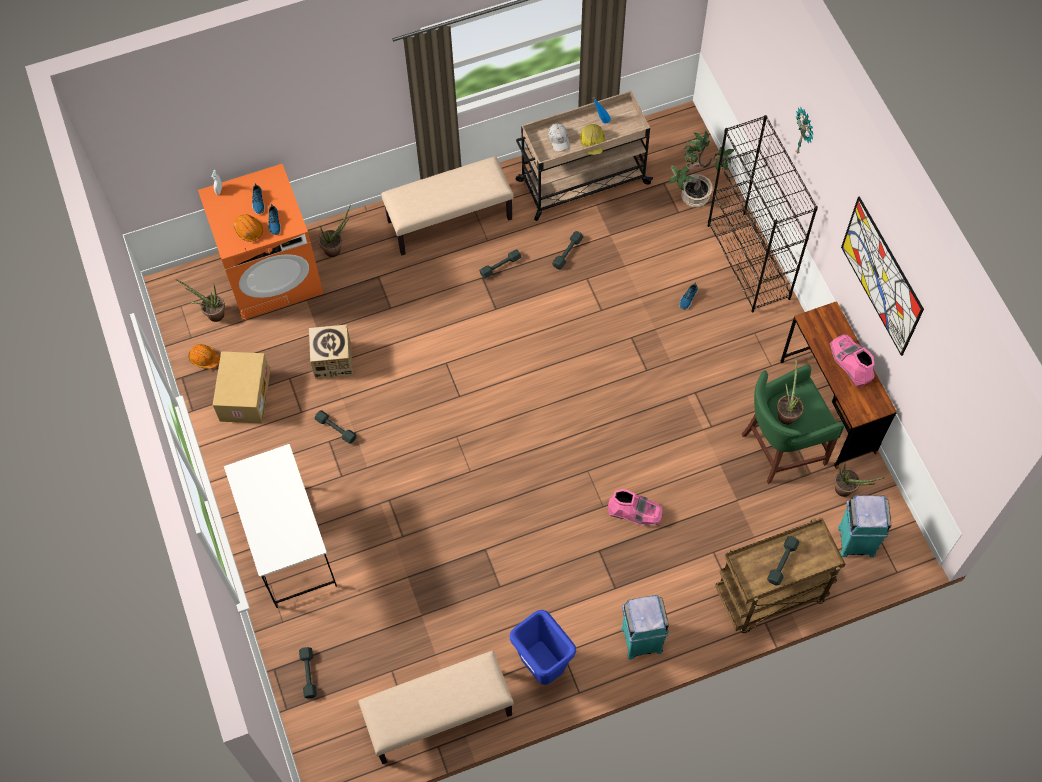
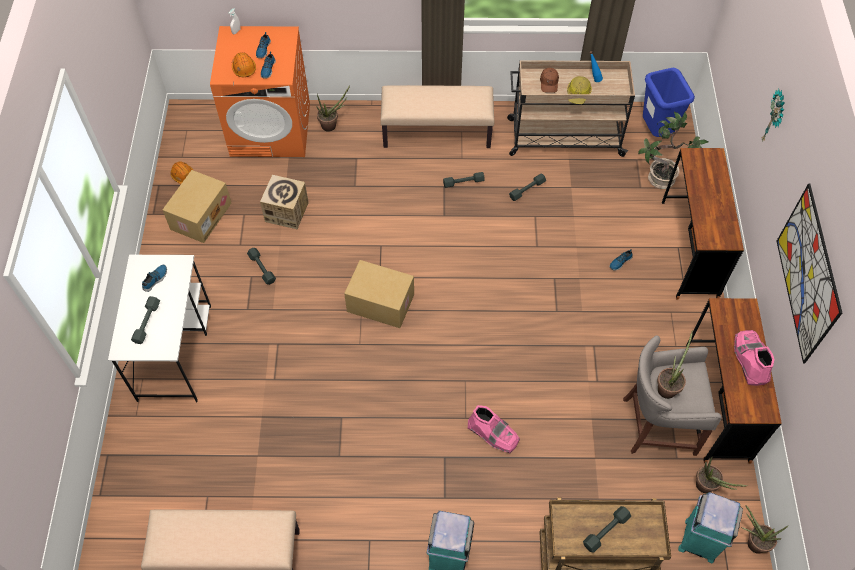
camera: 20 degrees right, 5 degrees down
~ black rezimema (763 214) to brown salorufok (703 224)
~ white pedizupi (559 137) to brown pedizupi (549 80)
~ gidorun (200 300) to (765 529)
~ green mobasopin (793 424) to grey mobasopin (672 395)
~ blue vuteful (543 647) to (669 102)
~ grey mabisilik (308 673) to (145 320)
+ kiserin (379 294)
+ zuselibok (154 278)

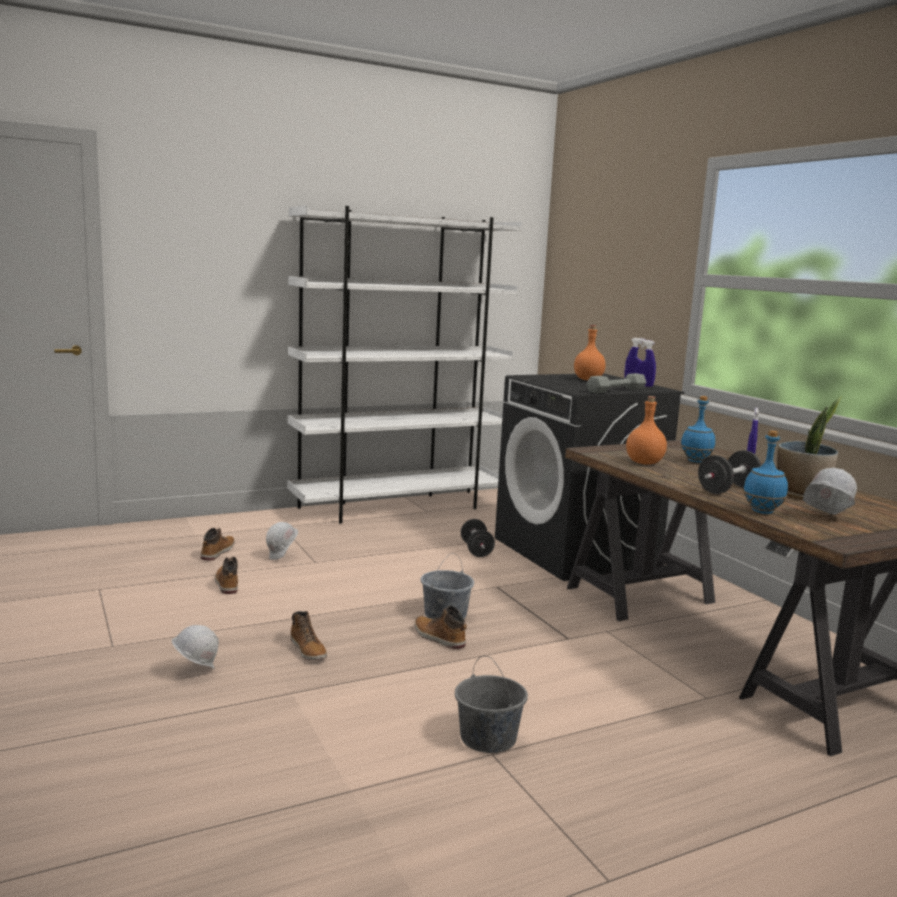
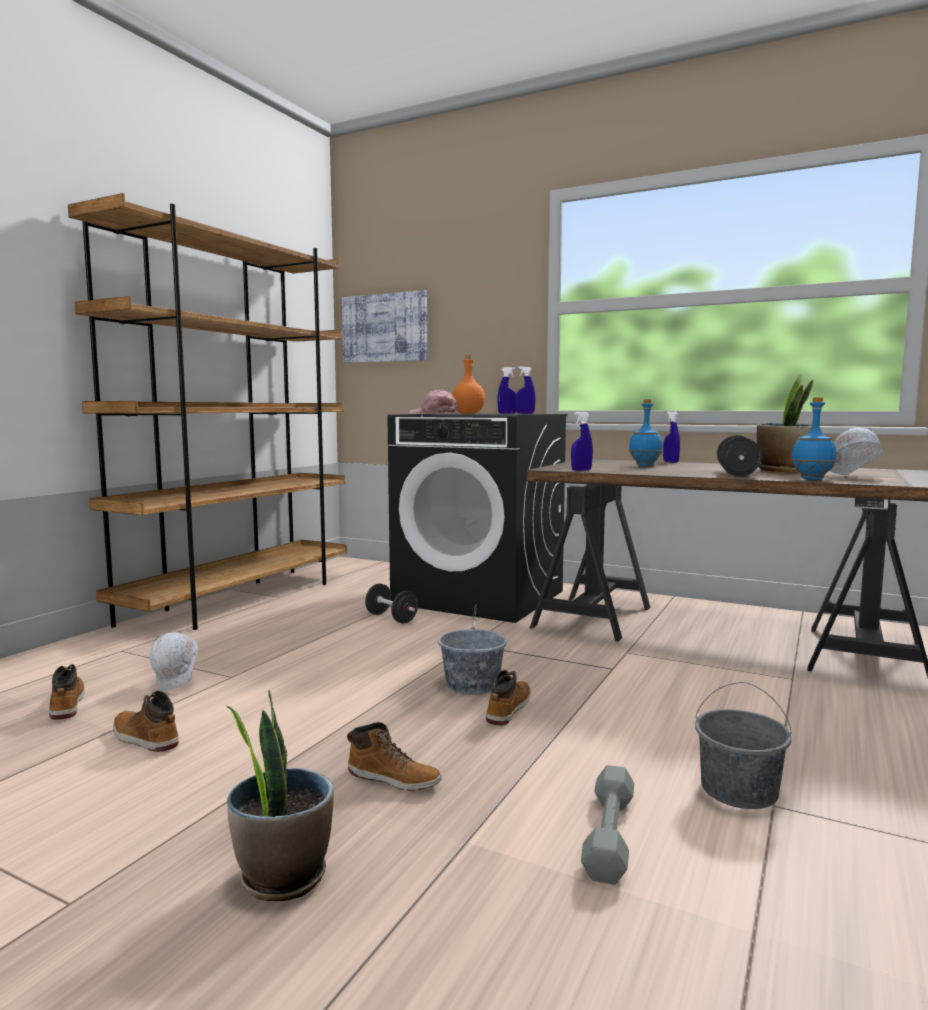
camera: 35 degrees left, 5 degrees down
~ white rezimema (405 364) to brown rezimema (207 411)
~ grey mabisilik (616 383) to (607 825)
- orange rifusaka (646 430)
~ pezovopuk (440 627) = (508 698) 105 degrees clockwise
~ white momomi (195 647) to gidorun (280 795)
+ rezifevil (384 326)
+ pink pedizupi (433 401)
+ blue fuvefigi (582 441)

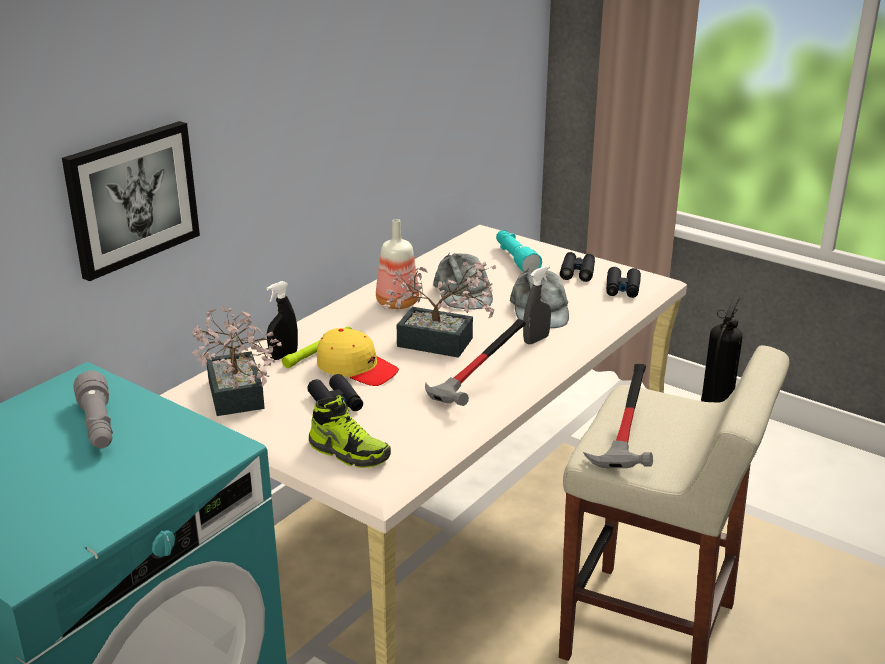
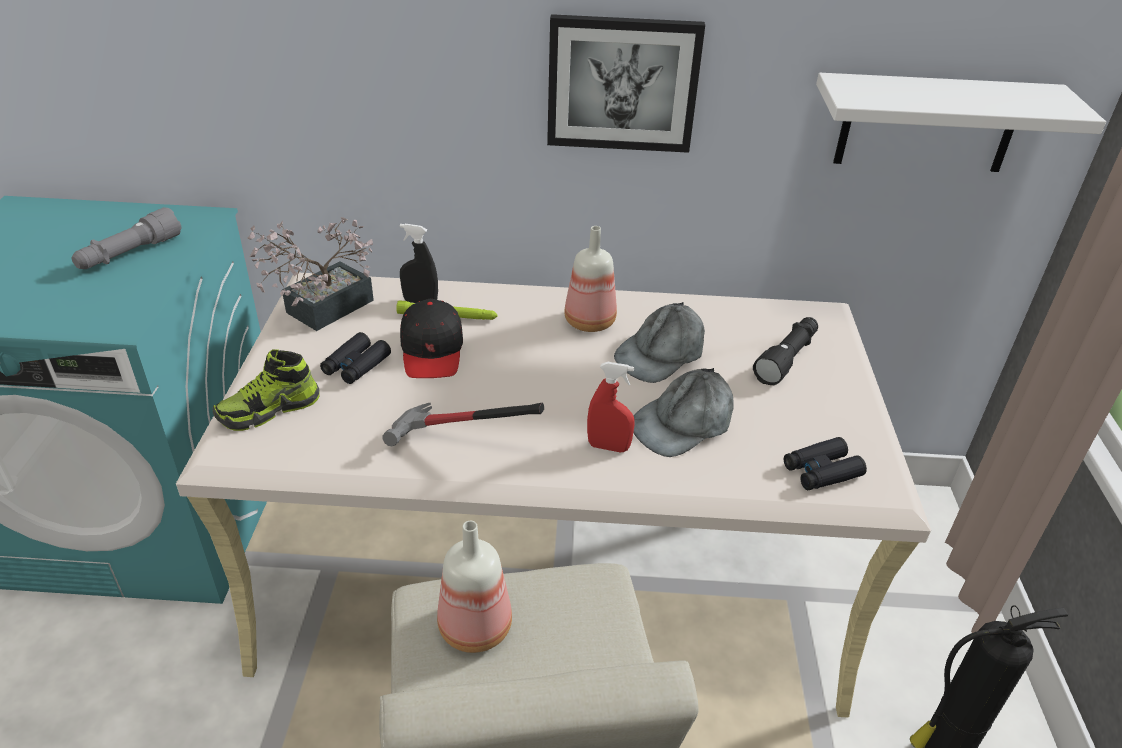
camera: 55 degrees right, 10 degrees up
~ rezifevil (131 201) to (626 83)
~ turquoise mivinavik (519 251) to black mivinavik (785 351)
- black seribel (577 267)
- gidorun (439 309)
~ grey fuvefigi (537 305) to red fuvefigi (611 407)
~ yellow pedizupi (358 357) to black pedizupi (431 338)
~ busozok (618 416) to rifusaka (474 587)
~ zuselibok (350 431) = (266 390) 60 degrees clockwise
+ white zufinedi (961 122)

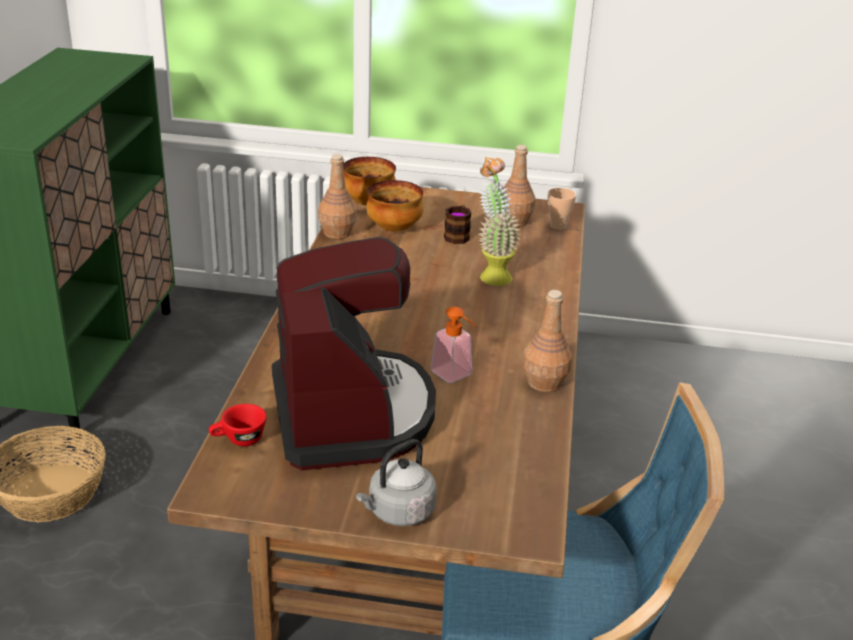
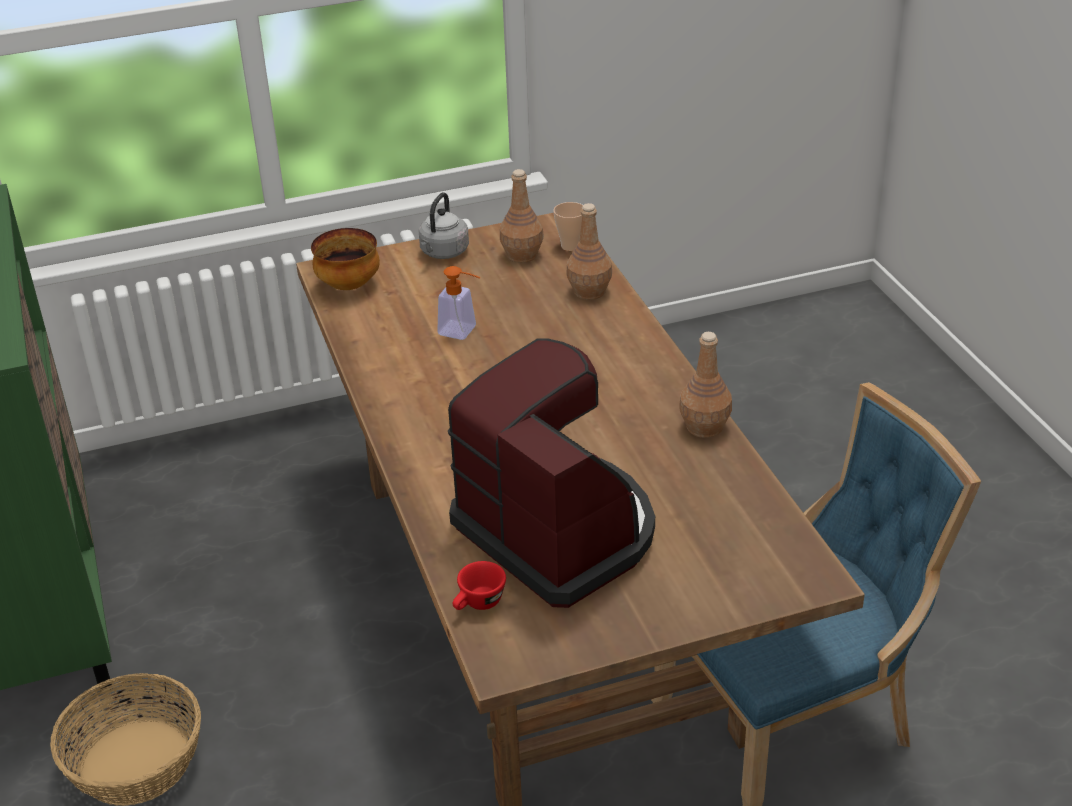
camera: 25 degrees left, 5 degrees up
~ brown rifusaka (337 196) to (589 251)
- gidorun (500 221)
- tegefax (394 206)
- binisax (457 224)
~ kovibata (453 345) to (459 303)
~ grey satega (396 482) to (444 225)

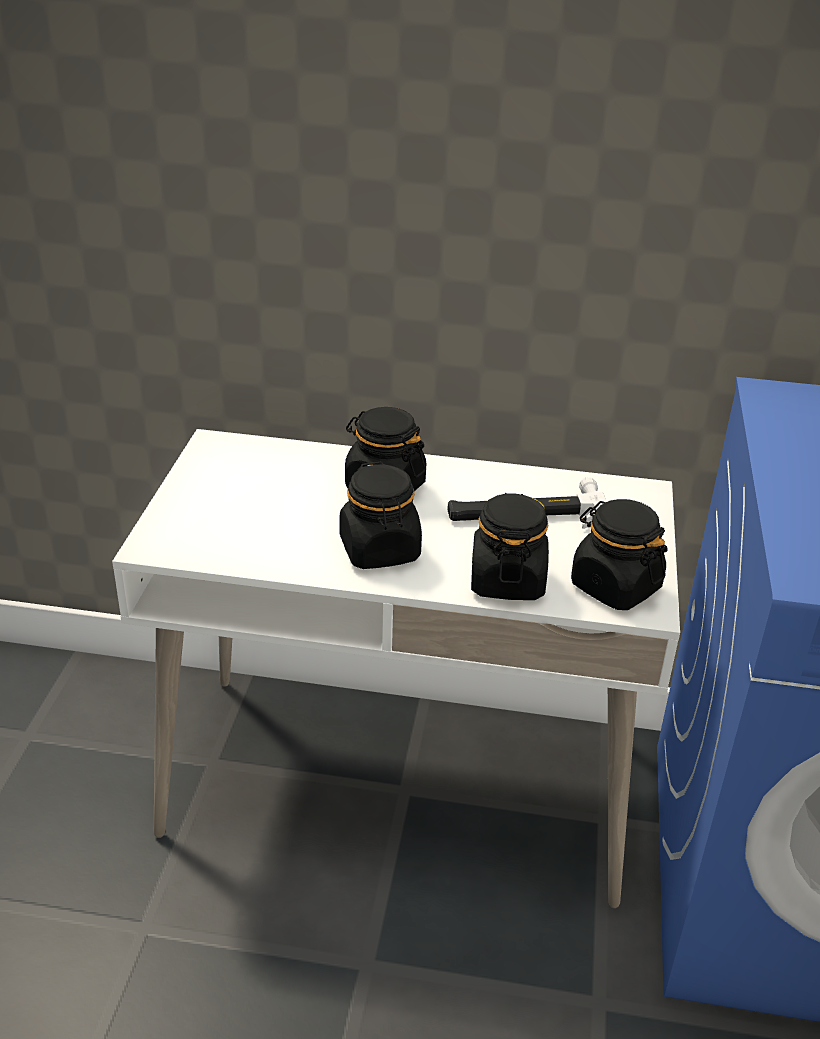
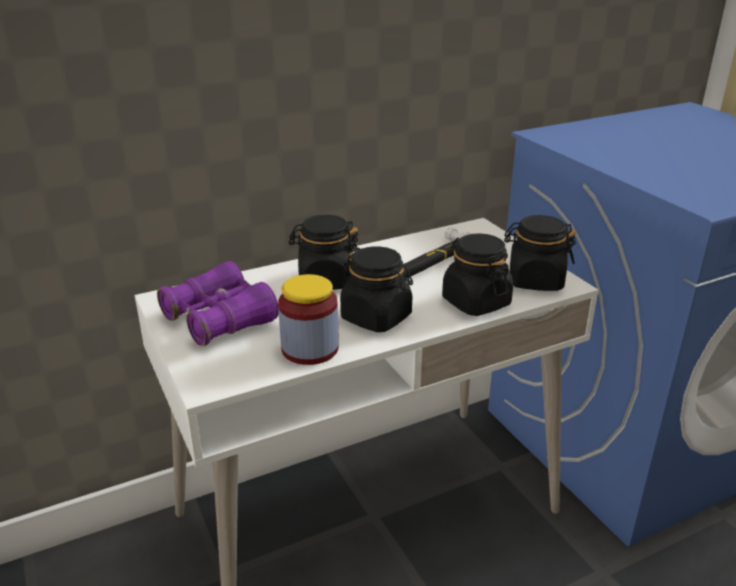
camera: 35 degrees left, 5 degrees down
+ purple seribel (218 303)
+ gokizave (308 319)

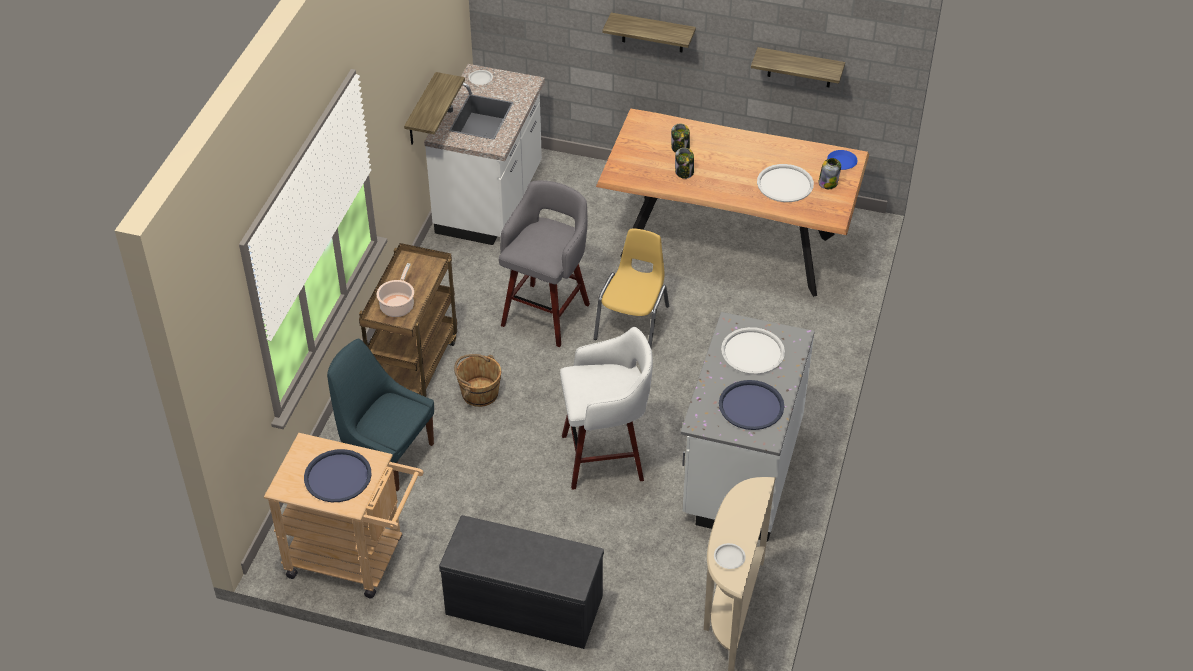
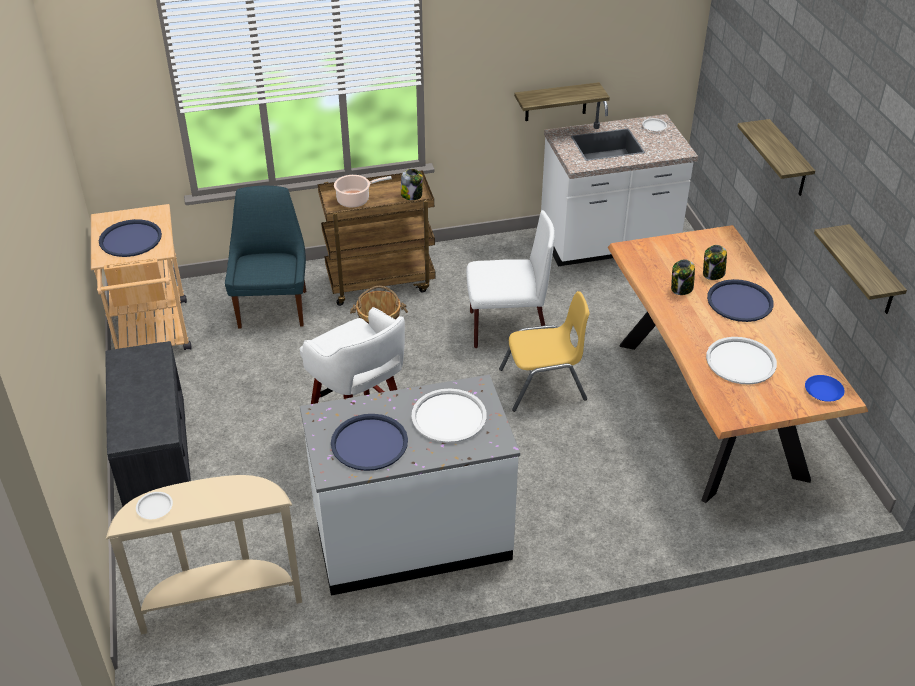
camera: 60 degrees right, 5 degrees down
~ gokizave (829 173) to (412 184)
~ grey mobasopin (544 263) to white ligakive (510 279)
+ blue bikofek (740 300)

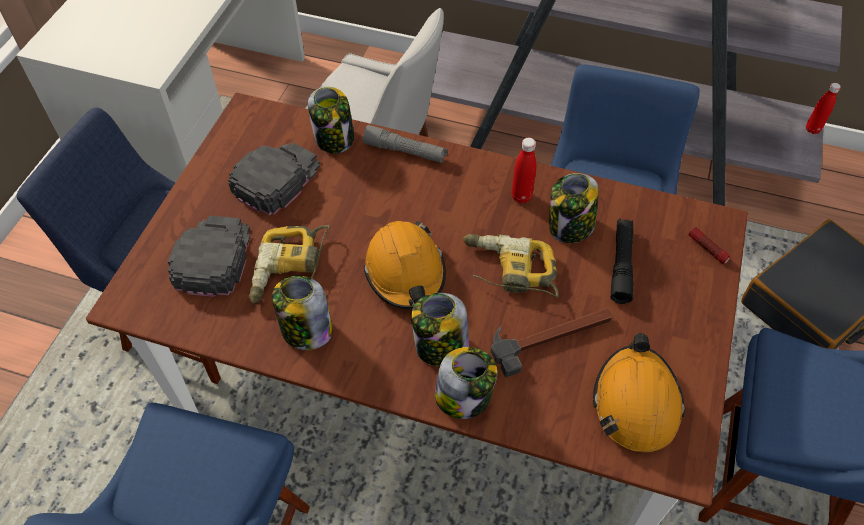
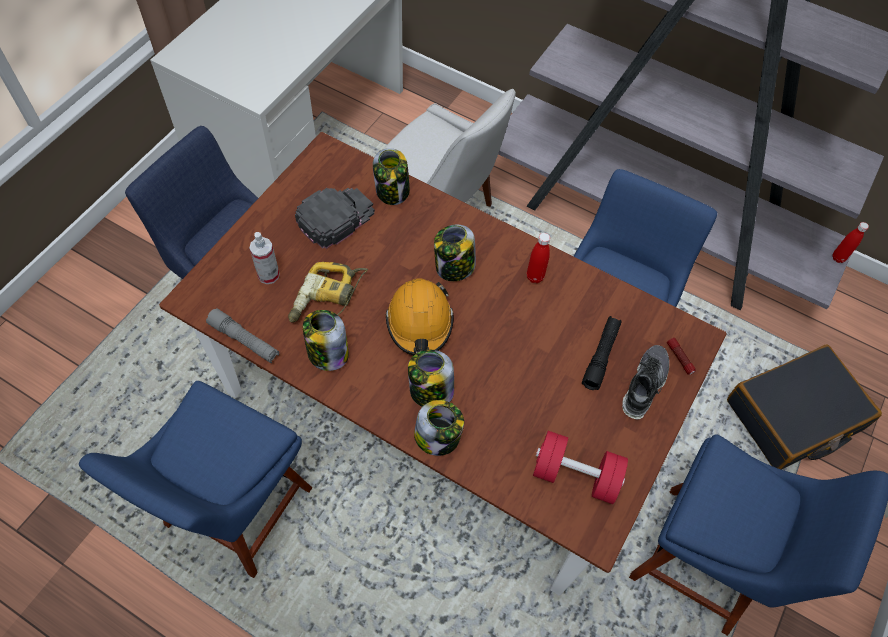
camera: 10 degrees right, 5 degrees up
~ grey mivinavik (405 144) to (242 335)
~ gokizave (574 208) to (455 253)
~ black pedizupi (209 256) to fuvefigi (264 258)
- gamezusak (511 265)
- busozok (551 342)
~ orange momomi (639 392) to red mabisilik (580 467)
+ zuselibok (645 382)

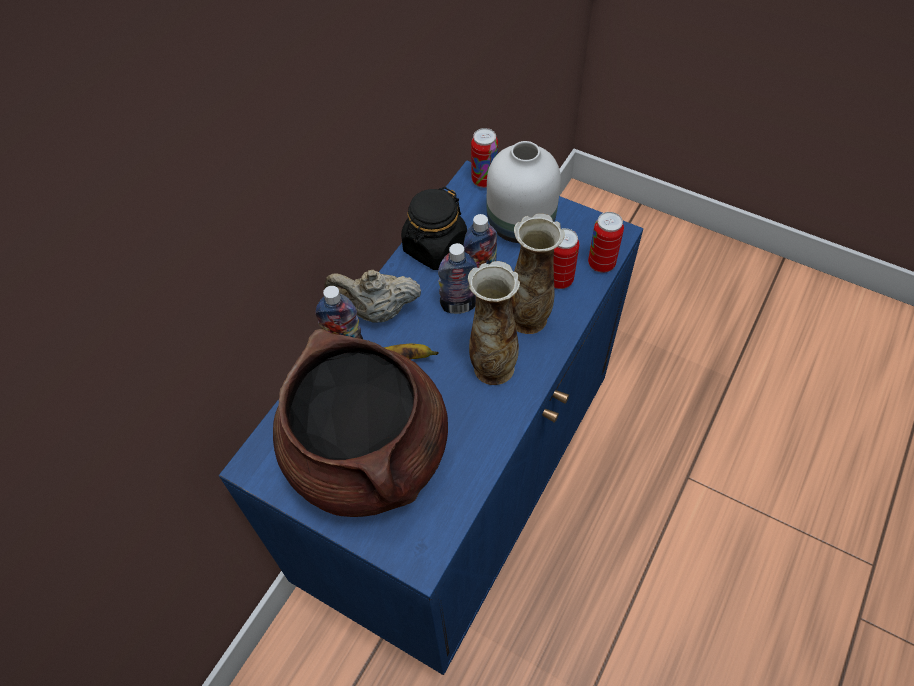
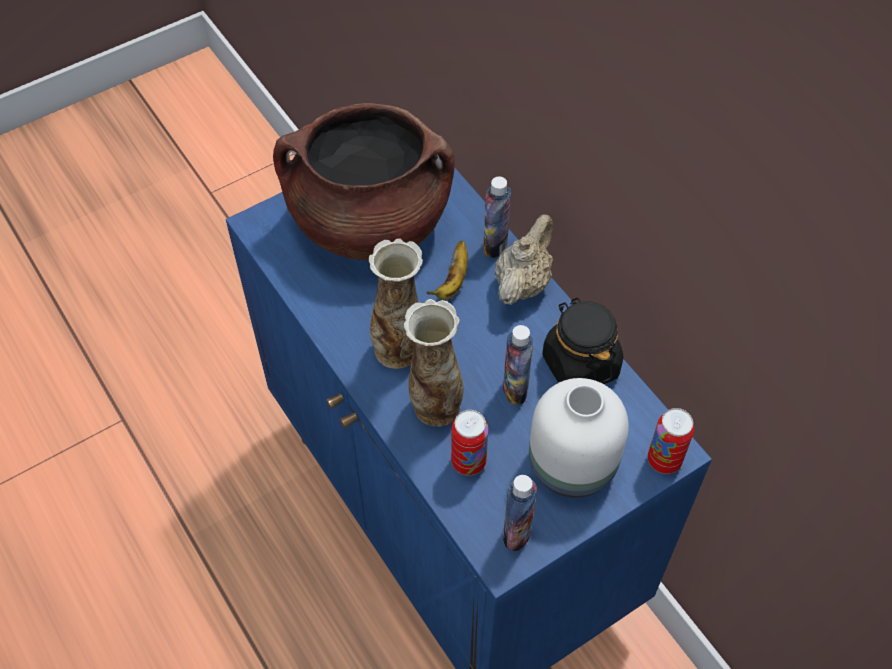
camera: 115 degrees right, 0 degrees up
- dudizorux (606 242)
~ rifusaka (457 278) to (520 513)

